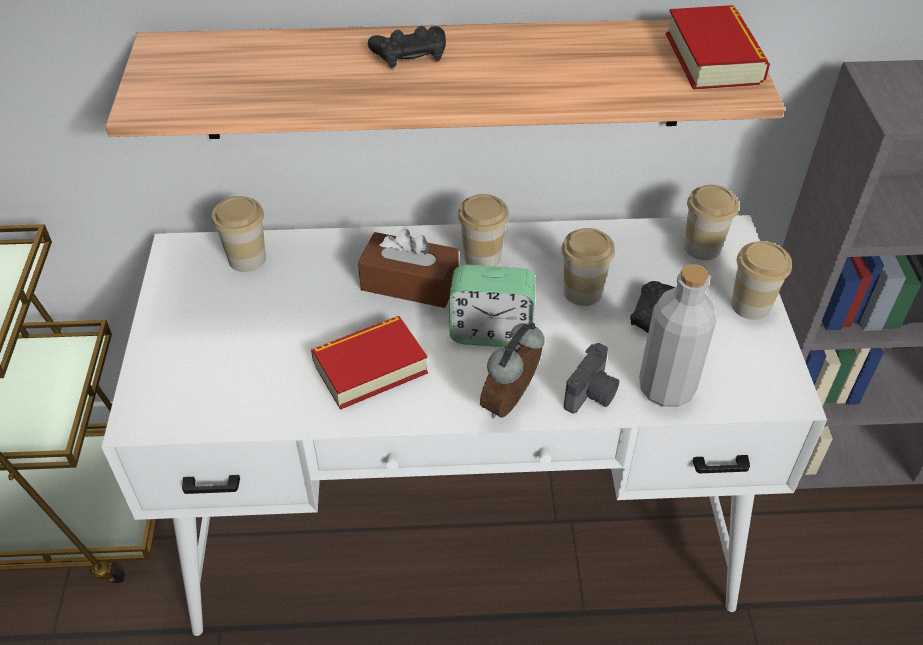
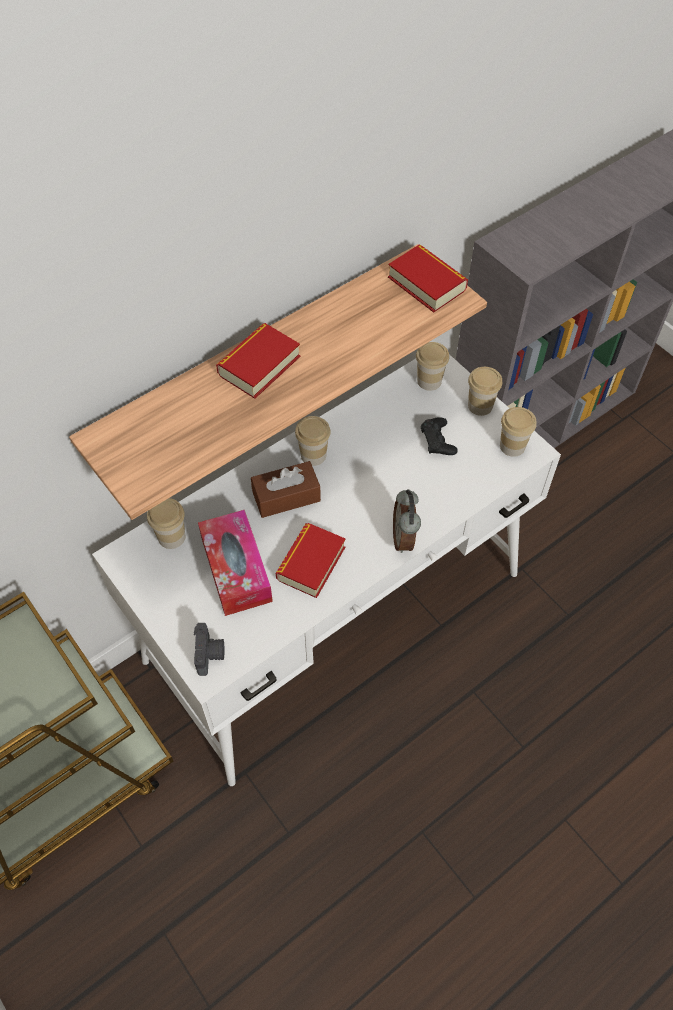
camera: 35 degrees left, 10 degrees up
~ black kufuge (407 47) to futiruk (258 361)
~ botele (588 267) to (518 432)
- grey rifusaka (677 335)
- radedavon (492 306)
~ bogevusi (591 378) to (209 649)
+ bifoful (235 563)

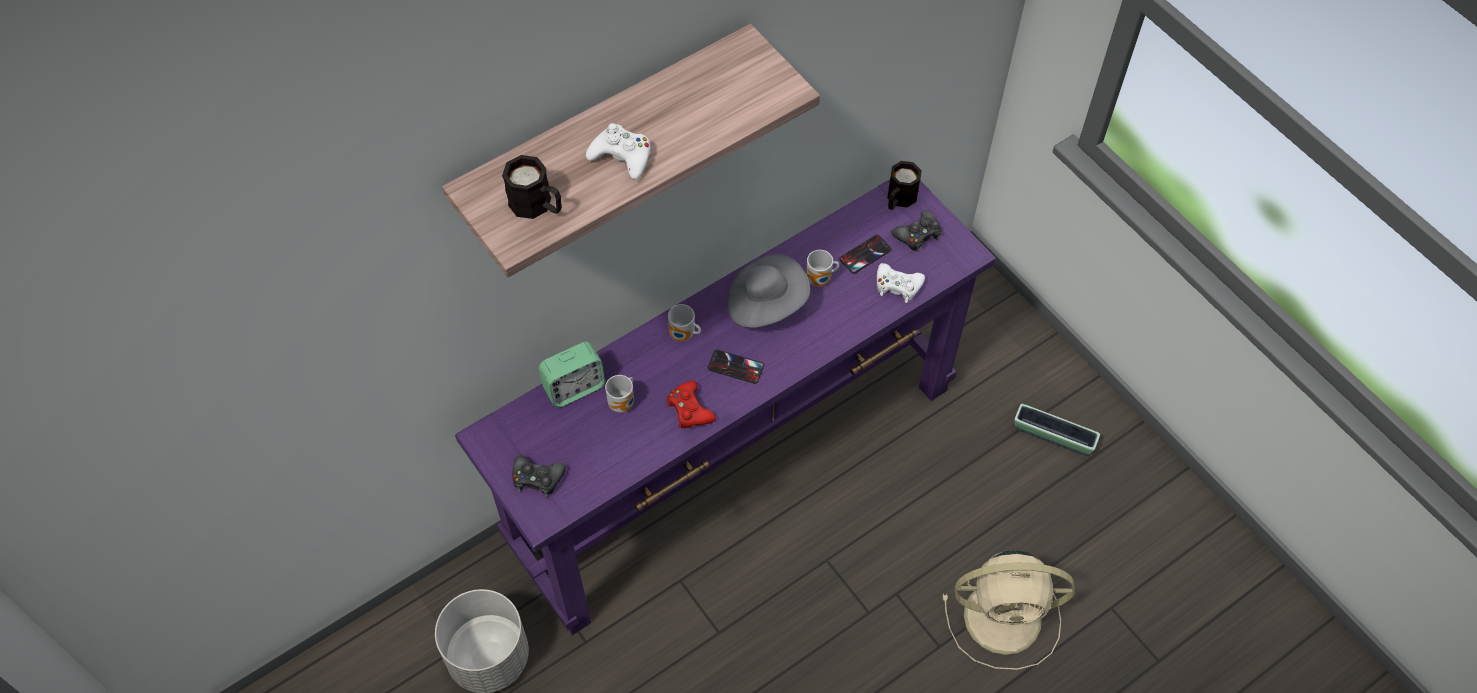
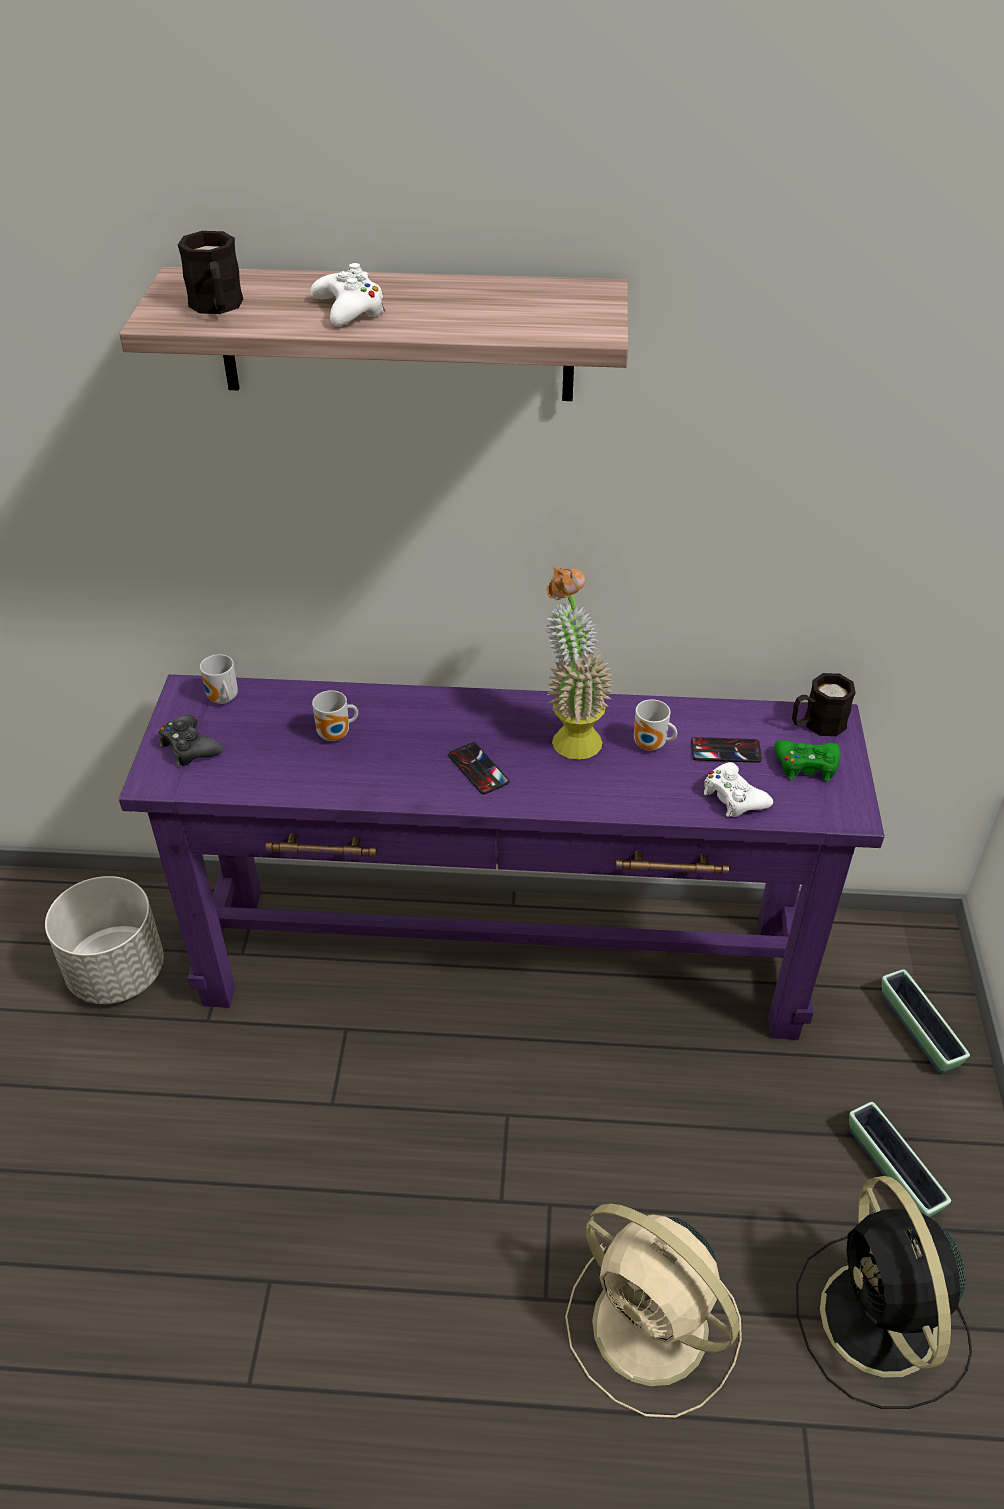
camera: 40 degrees right, 15 degrees down
~ black kufuge (916 231) to green kufuge (807 761)
~ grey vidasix (768 291) to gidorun (579 663)
~ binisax (684 322) to (219 679)
- radedavon (572 375)
- red kufuge (691 404)
+ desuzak (926 1021)
+ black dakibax (884 1292)

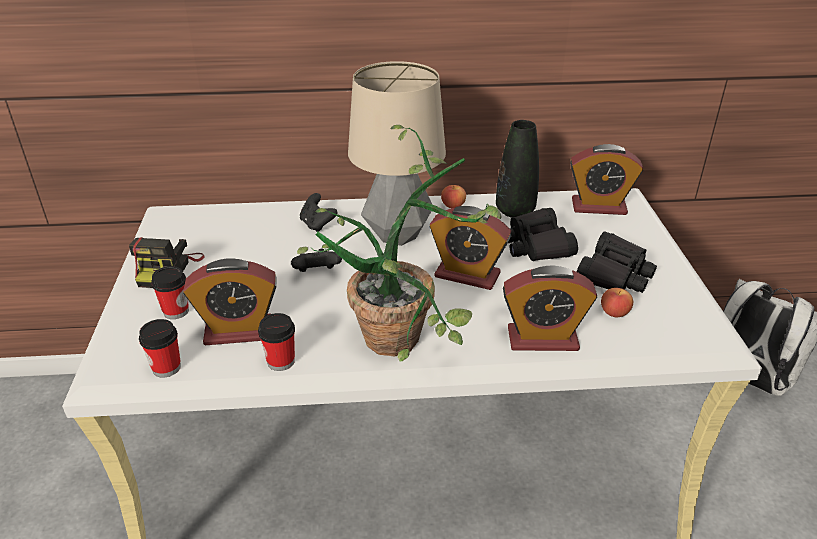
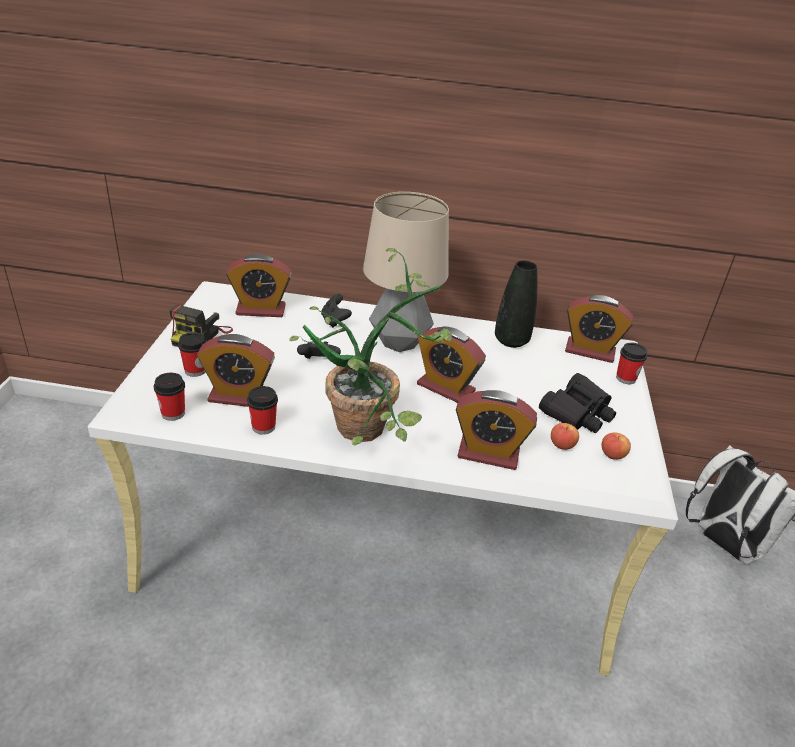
camera: 10 degrees right, 0 degrees up
~ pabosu (453 196) to (616 446)
- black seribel (543 234)
+ radedavon (259 285)
+ botele (631 363)

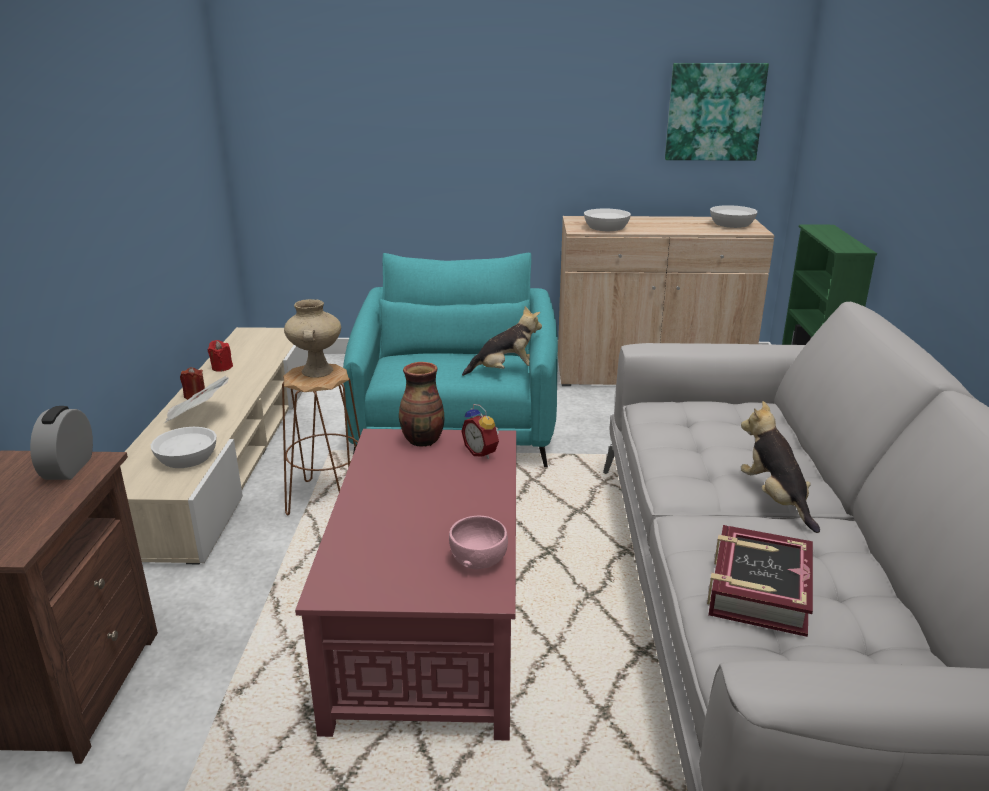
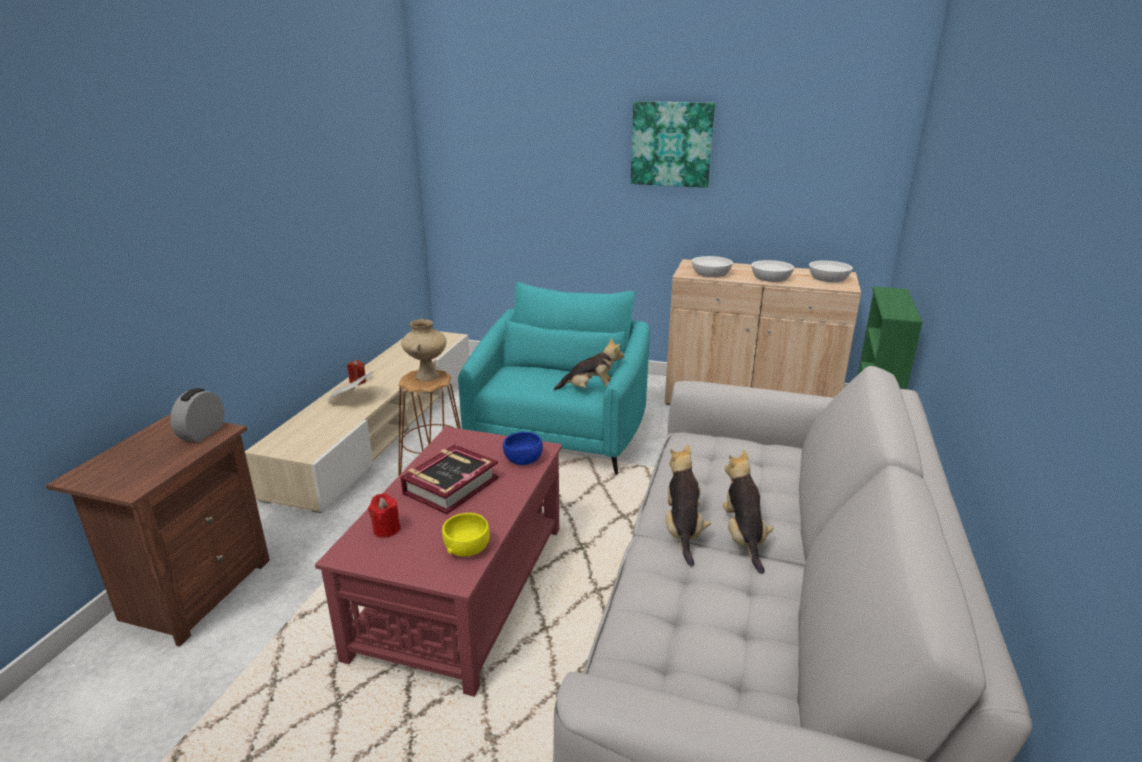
camera: 15 degrees right, 0 degrees up
~ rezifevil (717 112) to (673 144)
~ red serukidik (220 356) to (384 515)
- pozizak (421 404)
~ radedavon (480 431) to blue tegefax (523 448)
~ white tegefax (183 447) to (772 271)
~ pink tegefax (478 542) to yellow tegefax (466 534)
~ futiruk (760 581) to (450 479)
+ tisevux (688 506)

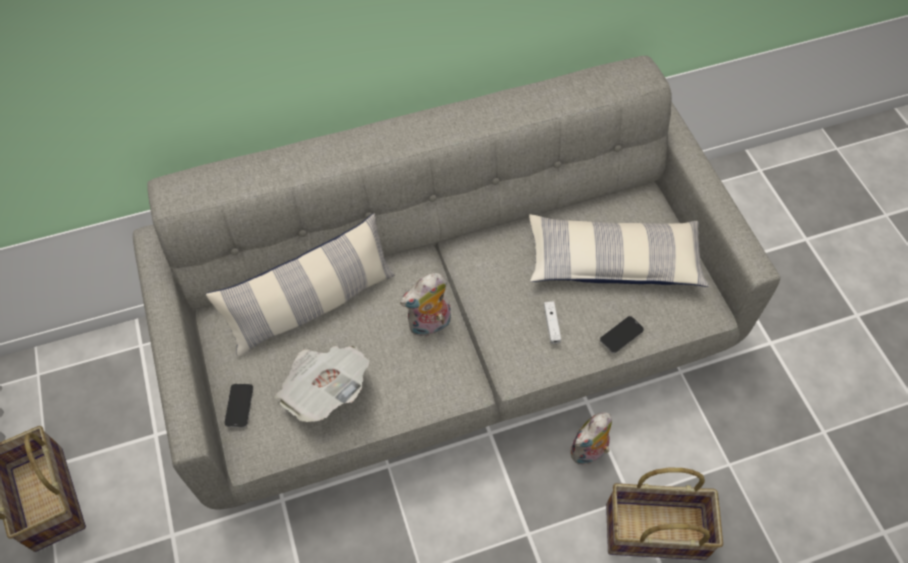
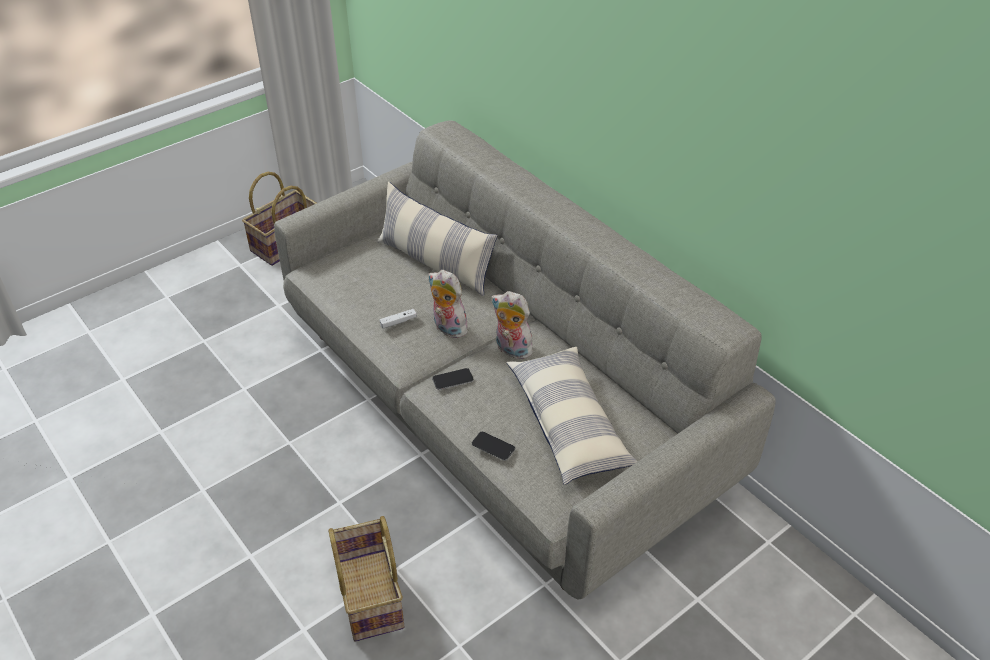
camera: 70 degrees right, 15 degrees down
~ white kufuge (552 322) to (398 319)
- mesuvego (322 384)
~ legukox (239 405) to (453 379)
~ tisevux (591 438) to (512 325)

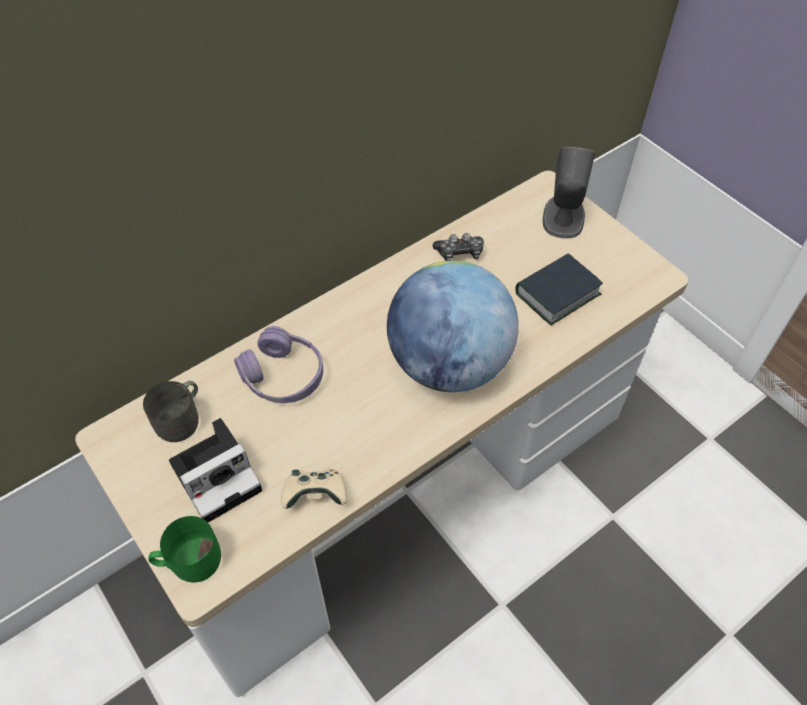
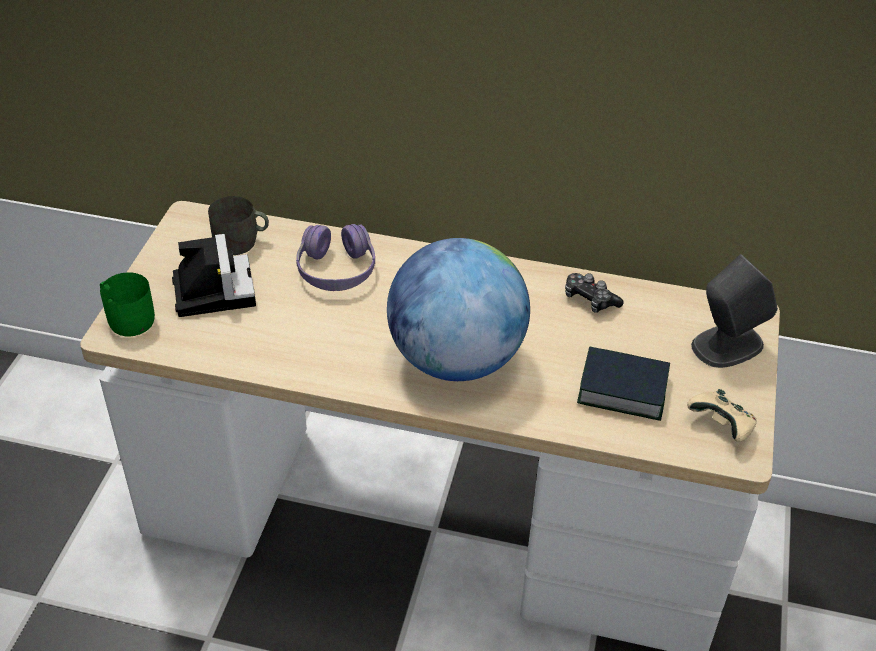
camera: 50 degrees right, 10 degrees down
~ bogevusi (215 470) = (214 275) 120 degrees counterclockwise
~ beige kufuge (314 489) to (722 415)

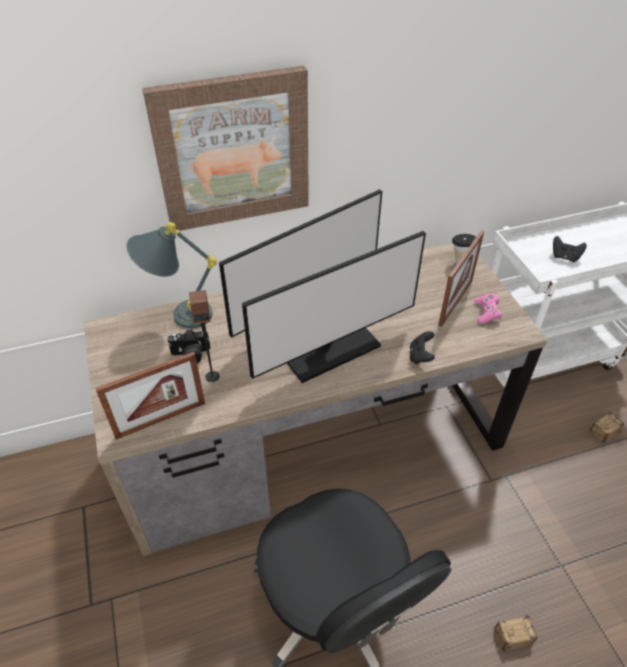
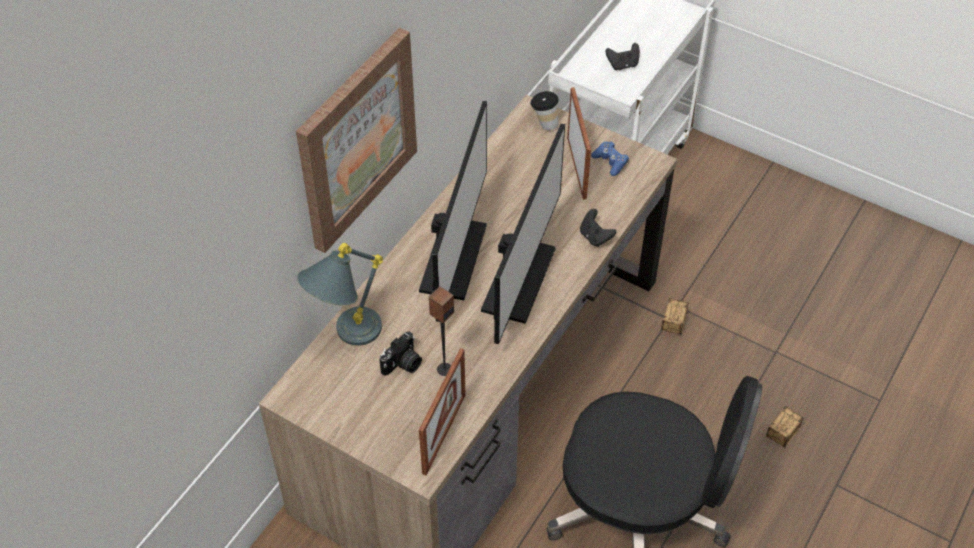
camera: 40 degrees left, 5 degrees up
~ pink kufuge (488 309) to blue kufuge (610 158)
~ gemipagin (607 427) to (674 317)

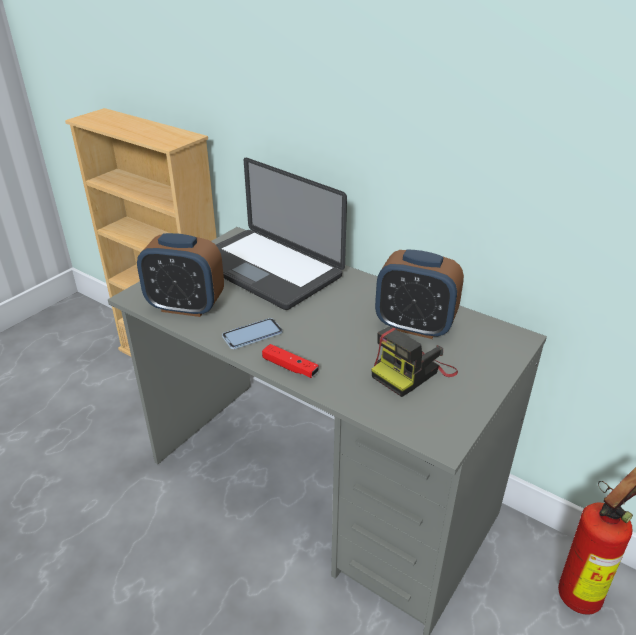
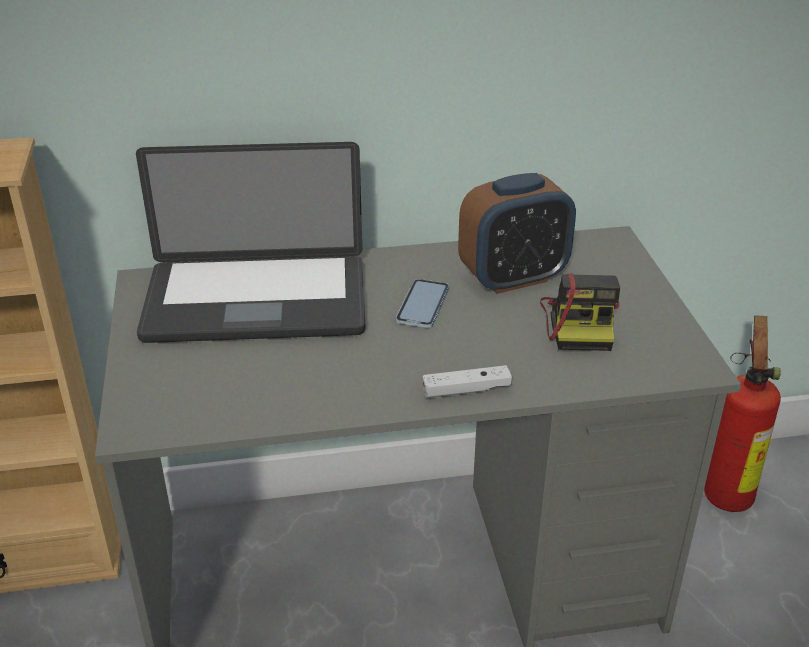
camera: 45 degrees left, 0 degrees up
- radedavon (180 275)
~ legukox (252 333) to (422 303)
~ red kufuge (290 361) to white kufuge (467 381)

